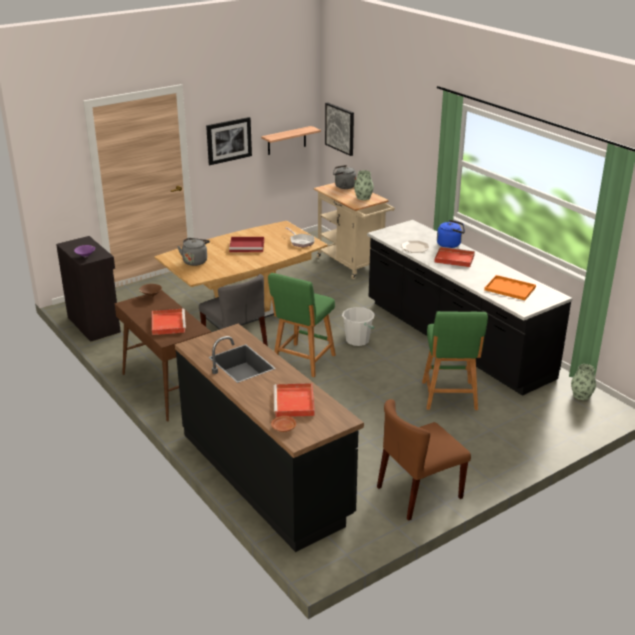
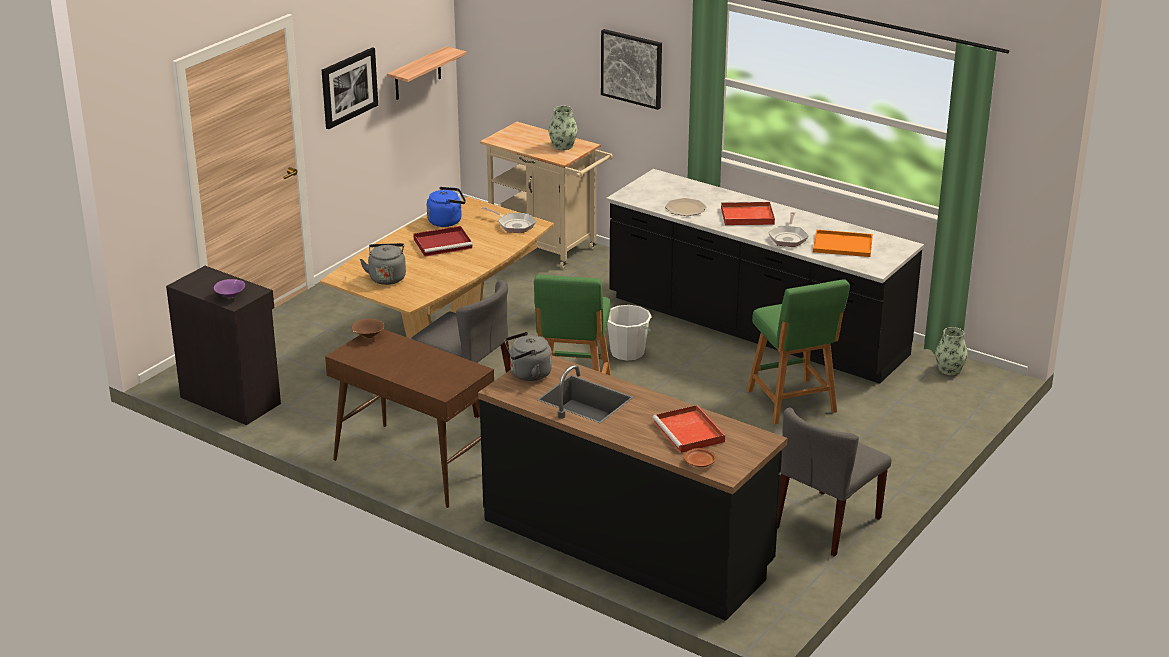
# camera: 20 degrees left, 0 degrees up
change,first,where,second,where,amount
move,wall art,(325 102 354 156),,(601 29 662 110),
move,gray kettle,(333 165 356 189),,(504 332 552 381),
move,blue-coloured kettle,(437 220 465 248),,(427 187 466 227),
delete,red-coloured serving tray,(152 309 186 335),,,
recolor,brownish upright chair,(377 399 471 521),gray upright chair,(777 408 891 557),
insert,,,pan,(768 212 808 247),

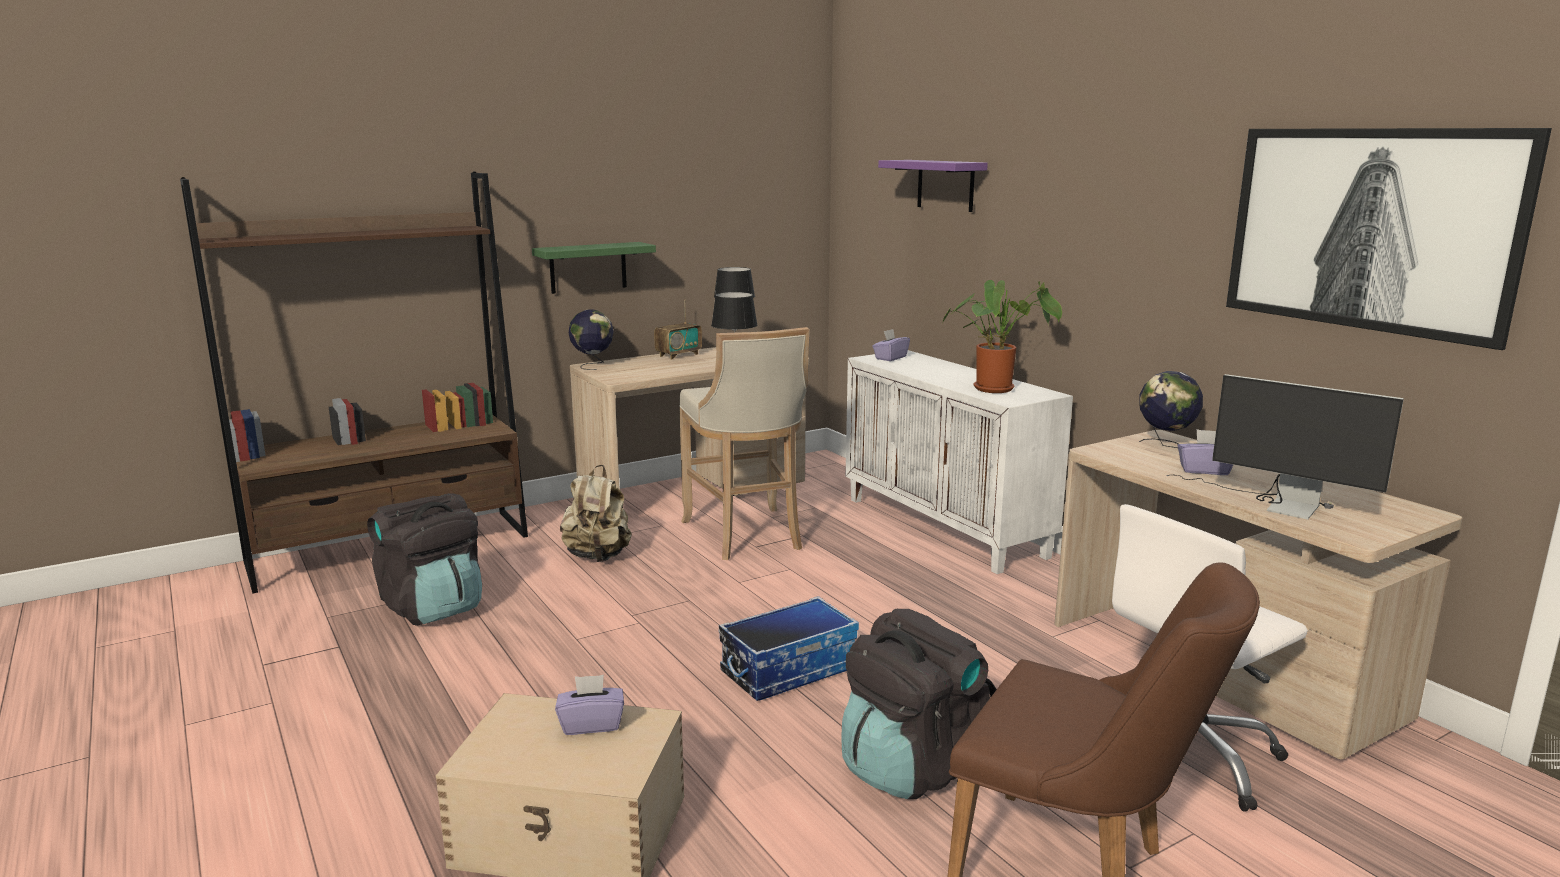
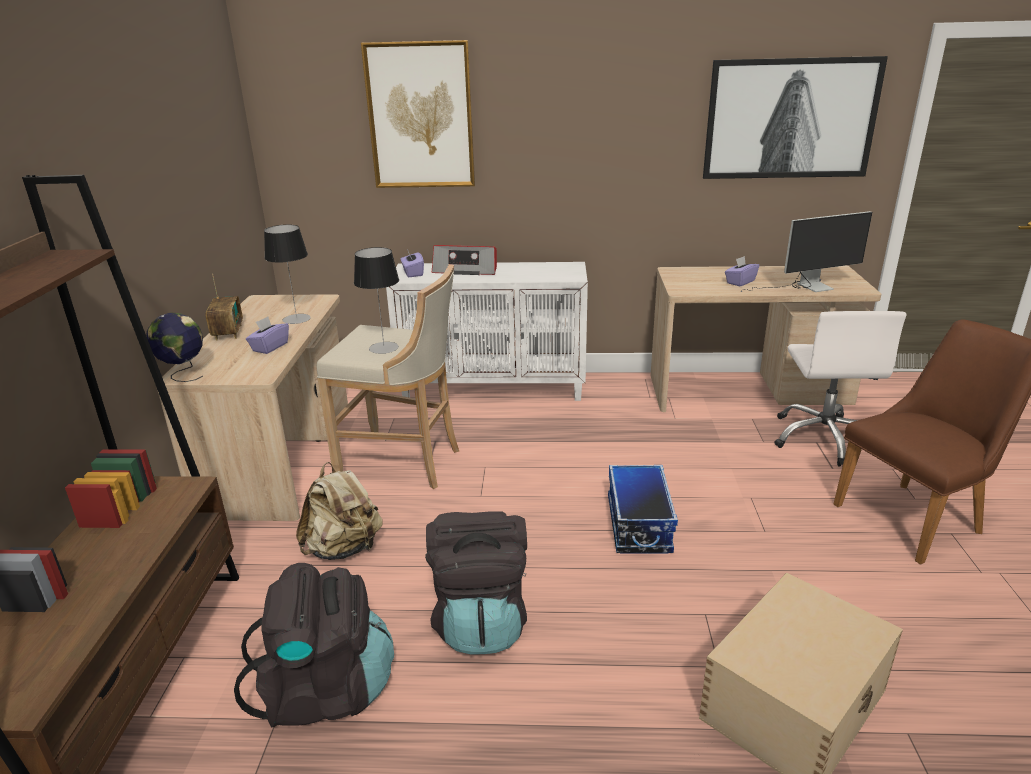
# camera: 55 degrees left, 10 degrees up
change,first,where,second,where,amount
replace,purplish wall shelf,(878 160 988 212),wall art,(361 40 475 188),
delete,greenish wall shelf,(532 242 656 294),,,
delete,plant in a pot,(943 280 1062 393),,,
delete,globe,(1139 371 1203 448),,,
move,black-coloured backpack,(841 609 997 799),,(425 512 527 655),
move,purplish box of tissues,(555 675 624 735),,(246 316 289 354),
insert,,,radio receiver,(432 245 497 275),

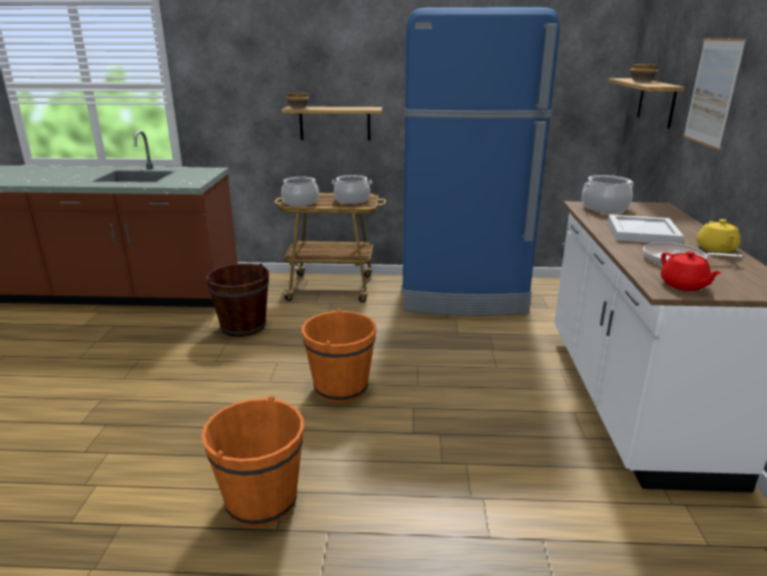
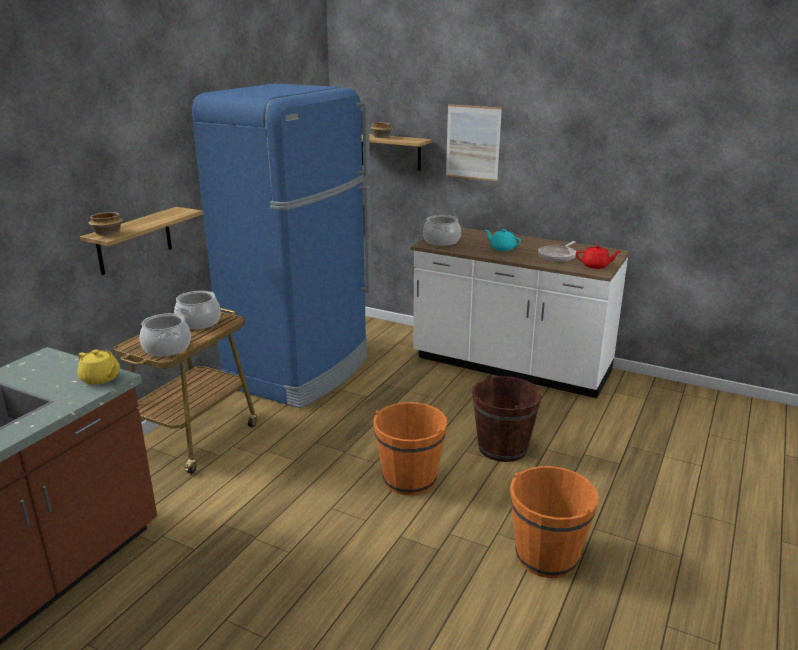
# camera: 65 degrees left, 0 degrees up
change,first,where,second,where,amount
replace,white-coloured serving tray,(608 215 684 244),turquoise tea pot,(485 229 521 251),
move,yellowish tea pot,(696 219 740 253),,(77 349 120 385),
move,brownish bucket,(206 263 269 337),,(472 375 541 462),

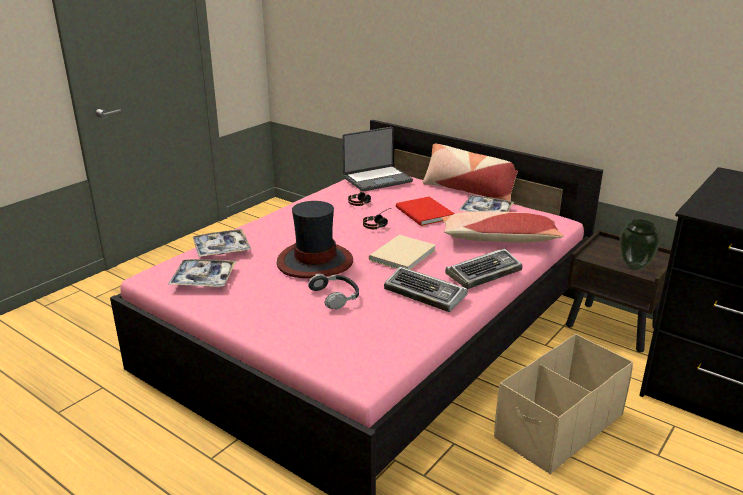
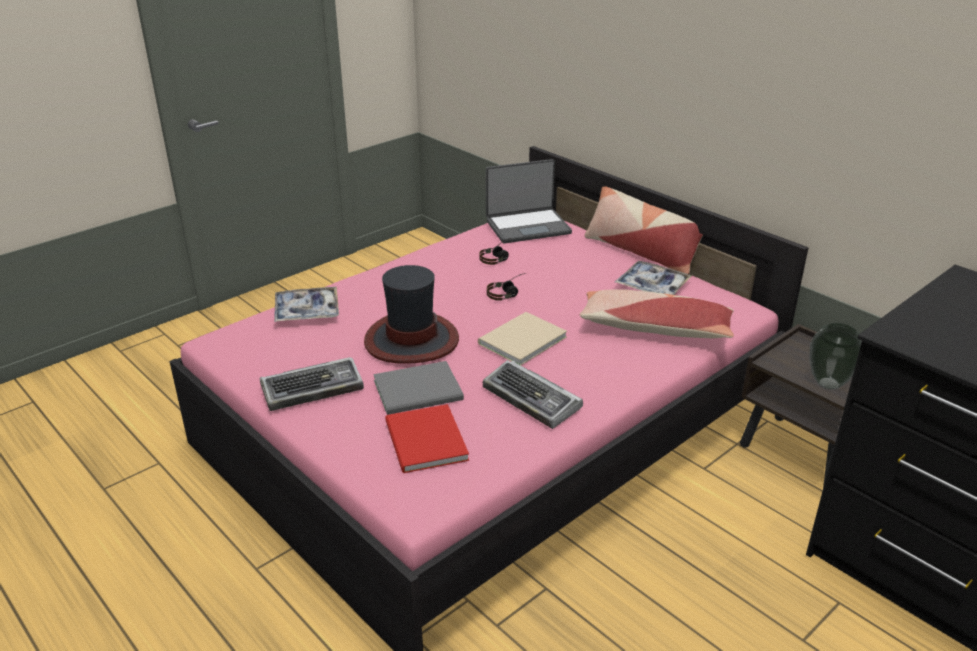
# camera: 10 degrees right, 5 degrees up
change,first,where,second,where,amount
move,red-coloured volume,(396 197 455 226),,(385 404 469 473),
move,keyboard,(445 249 523 289),,(260 357 364 411),
delete,serving tray,(168 259 236 287),,,
replace,headphones,(308 274 359 310),gray volume,(373 361 464 415),
delete,beige-coloured storage bin,(494 334 633 474),,,

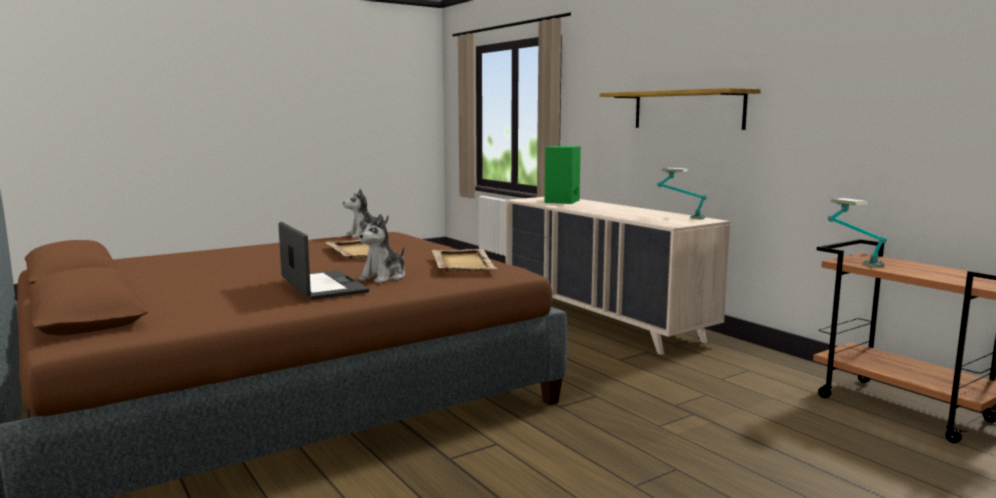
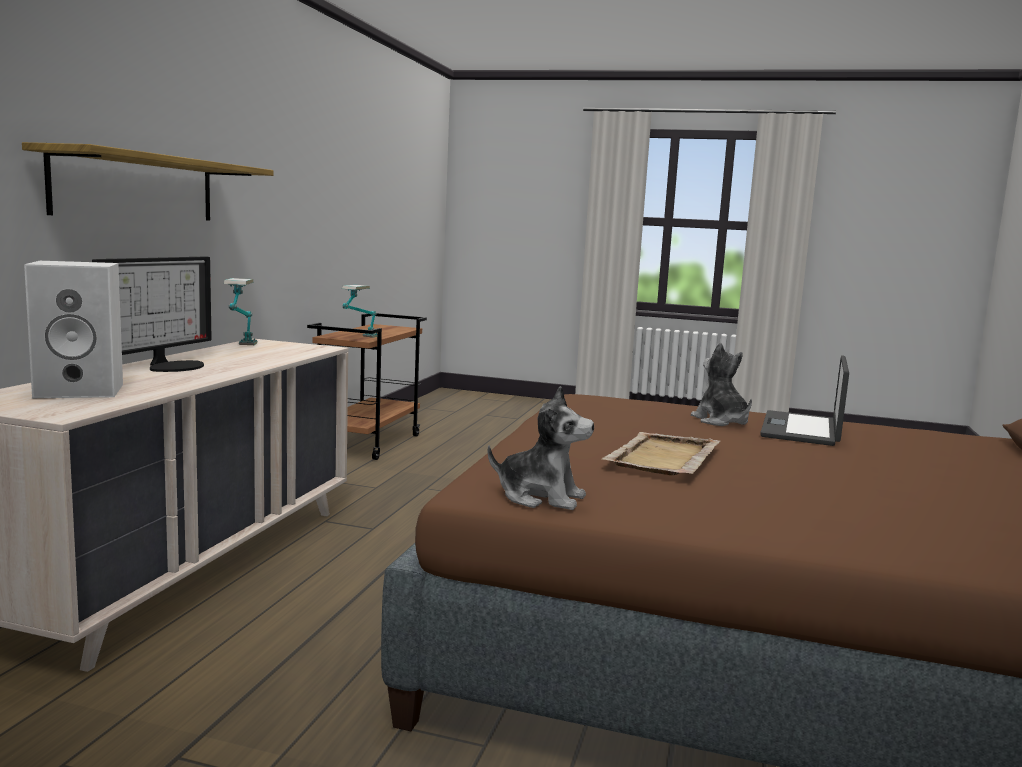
# camera: 130 degrees left, 0 degrees up
change,first,where,second,where,amount
recolor,greenish speaker,(545 146 581 204),white-coloured speaker,(24 261 123 398),
rotate,cuddly toy,(358 214 405 283),,(691 343 752 426),105 degrees counterclockwise
delete,beige-coloured serving tray,(432 249 497 272),,,
insert,,,computer screen,(92 256 212 372),

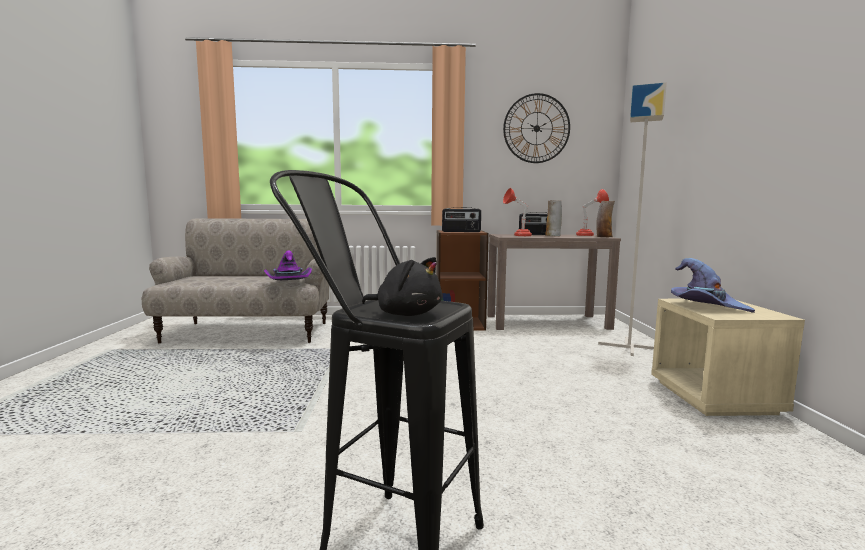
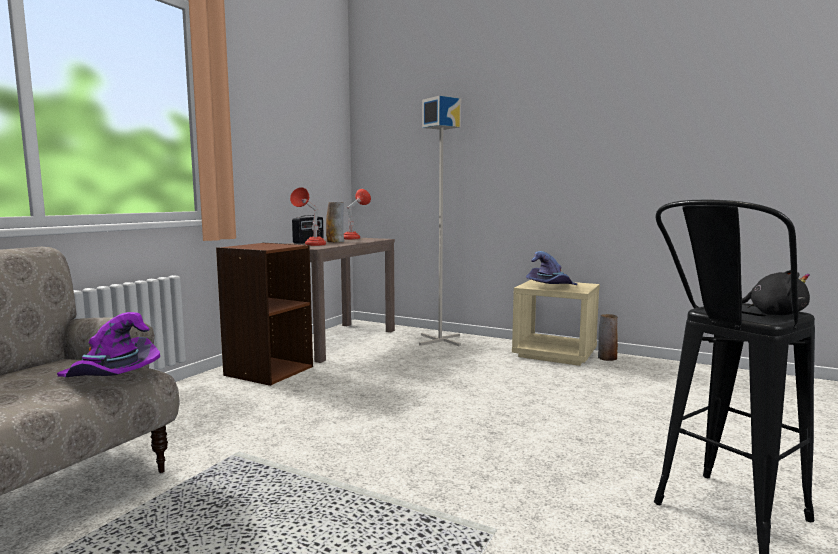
# camera: 60 degrees left, 0 degrees up
change,first,where,second,where,amount
delete,clock on the wall,(503 93 570 163),,,
move,decorative vase,(596 201 615 237),,(598 314 618 361),
delete,radio receiver,(442 207 481 232),,,
rotate,black-coloured cuddly toy,(362 257 442 316),,(742 270 810 315),60 degrees clockwise

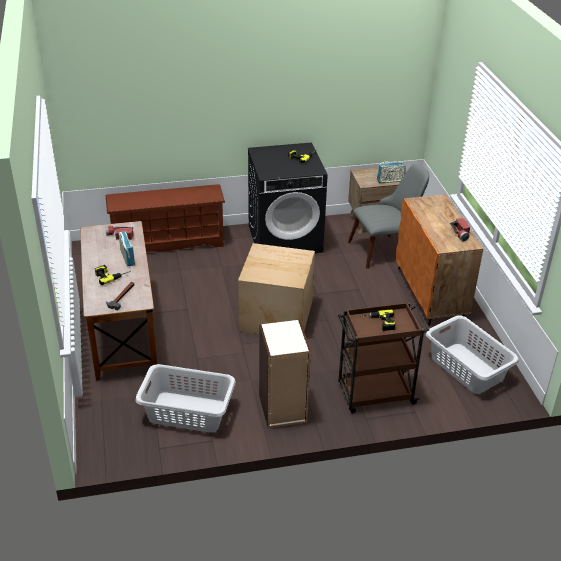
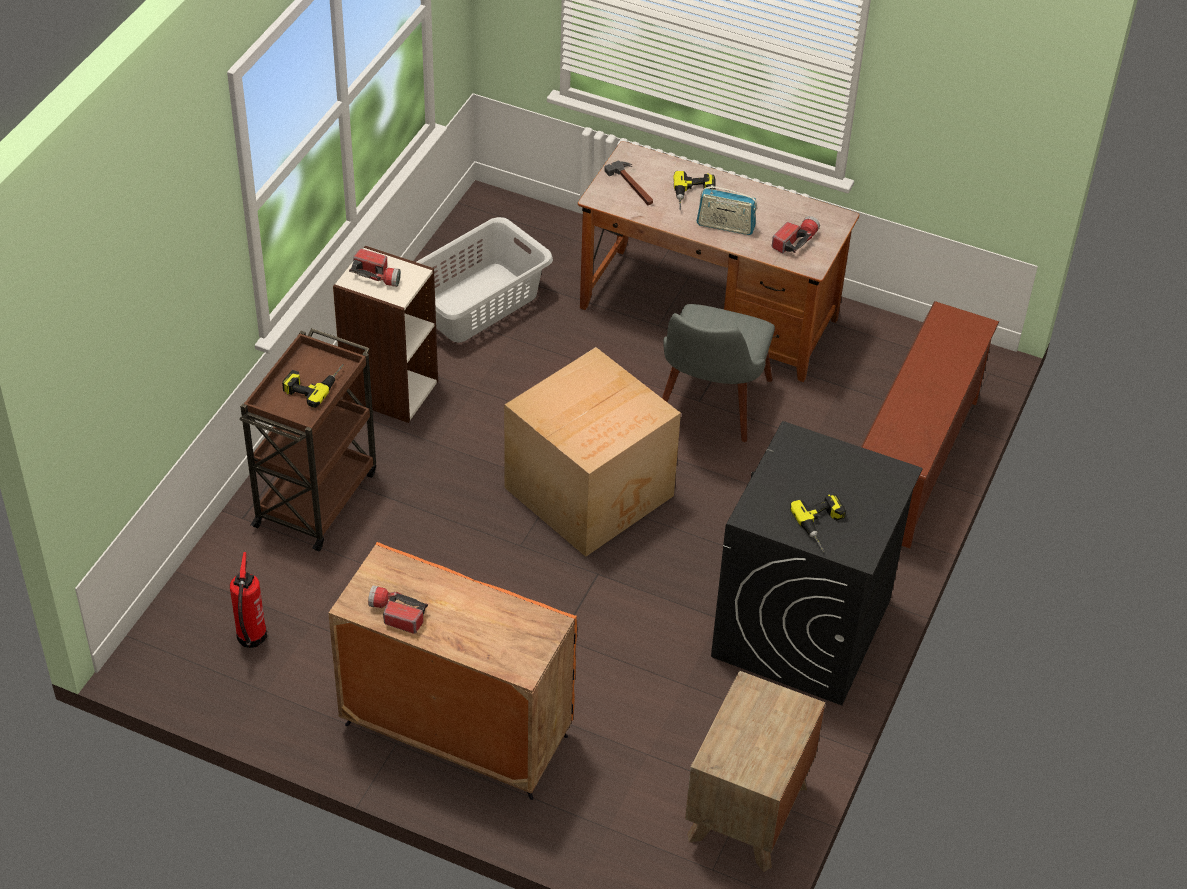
# camera: 125 degrees right, 10 degrees up
change,first,where,second,where,amount
delete,radio receiver,(377 161 406 183),,,
move,gray upright chair,(348 164 429 269),,(662 304 775 442),
replace,gray washing basket,(426 315 519 394),extinguisher,(230 552 267 648),
insert,,,torch,(349 249 401 287),

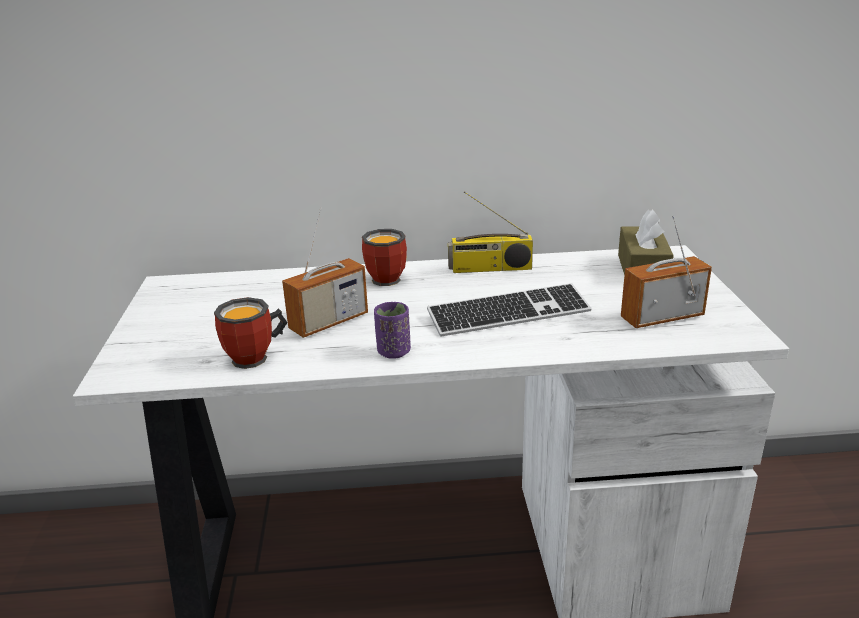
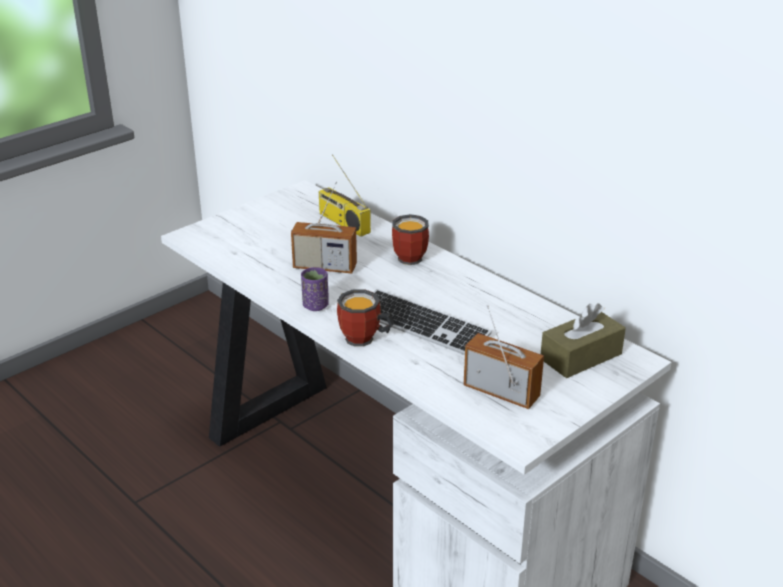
# camera: 50 degrees right, 5 degrees up
change,first,where,second,where,amount
move,radio receiver,(448 191 533 273),,(319 154 371 237),
move,coffee mug,(214 297 288 369),,(337 289 394 347),

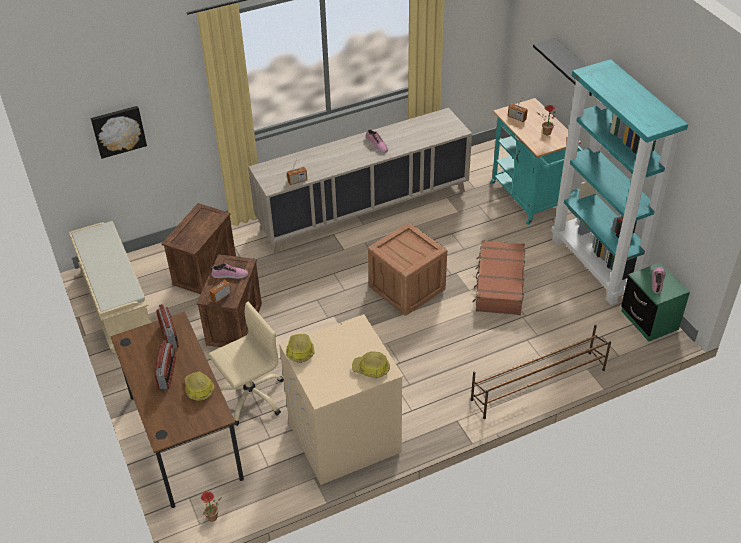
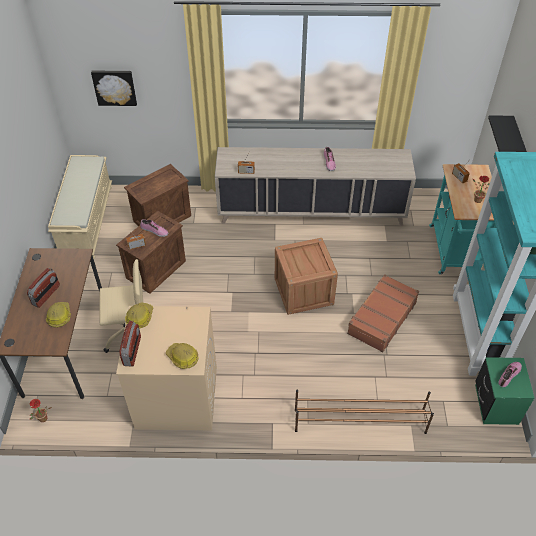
# camera: 25 degrees right, 5 degrees up
change,first,where,second,where,amount
move,radio receiver,(156 304 179 349),,(119 321 141 367),

